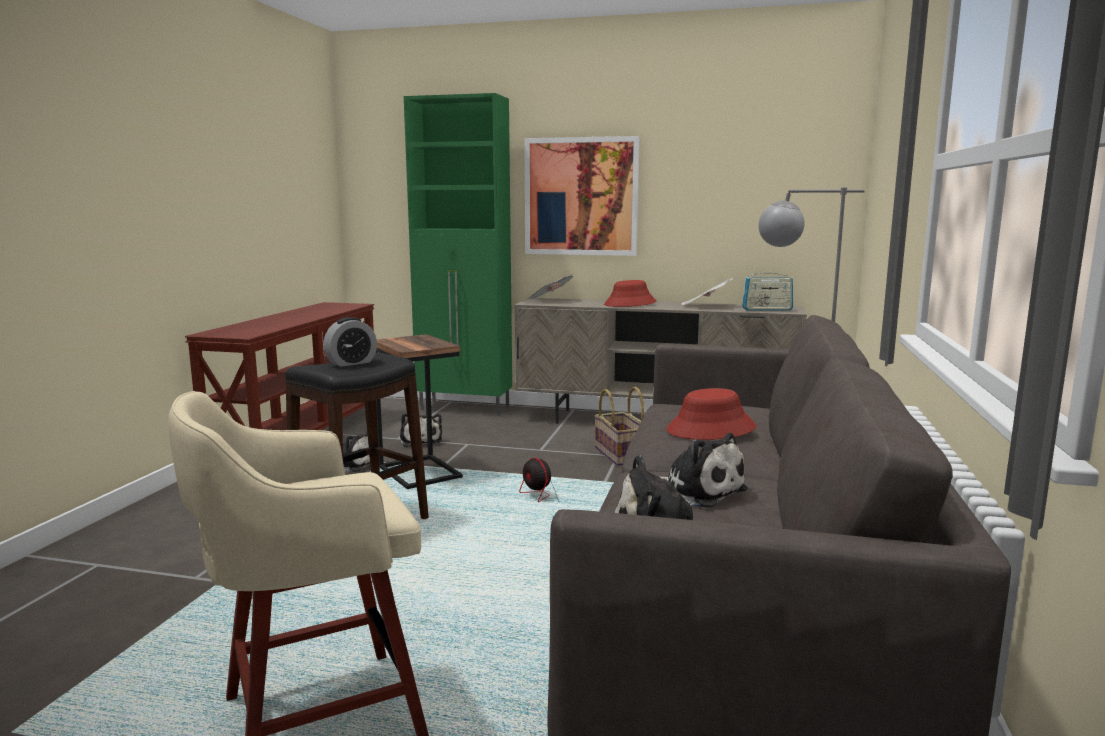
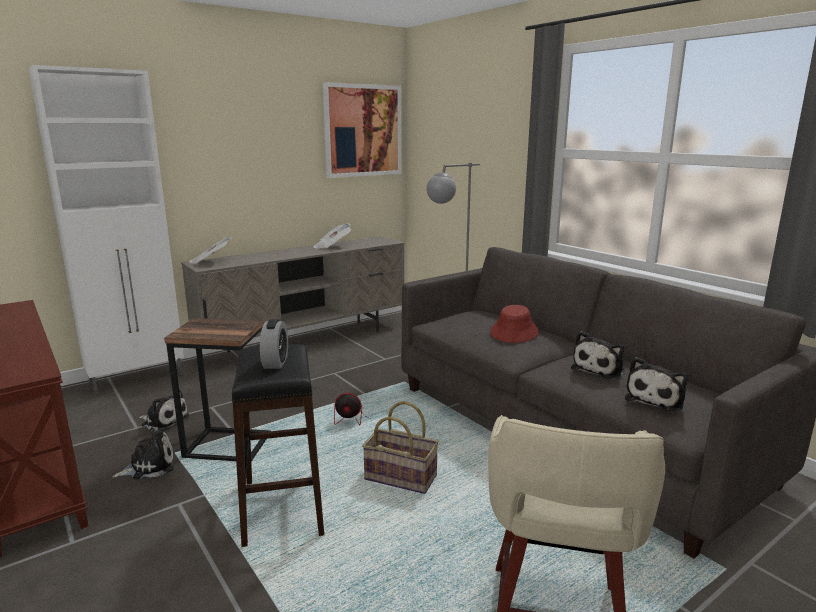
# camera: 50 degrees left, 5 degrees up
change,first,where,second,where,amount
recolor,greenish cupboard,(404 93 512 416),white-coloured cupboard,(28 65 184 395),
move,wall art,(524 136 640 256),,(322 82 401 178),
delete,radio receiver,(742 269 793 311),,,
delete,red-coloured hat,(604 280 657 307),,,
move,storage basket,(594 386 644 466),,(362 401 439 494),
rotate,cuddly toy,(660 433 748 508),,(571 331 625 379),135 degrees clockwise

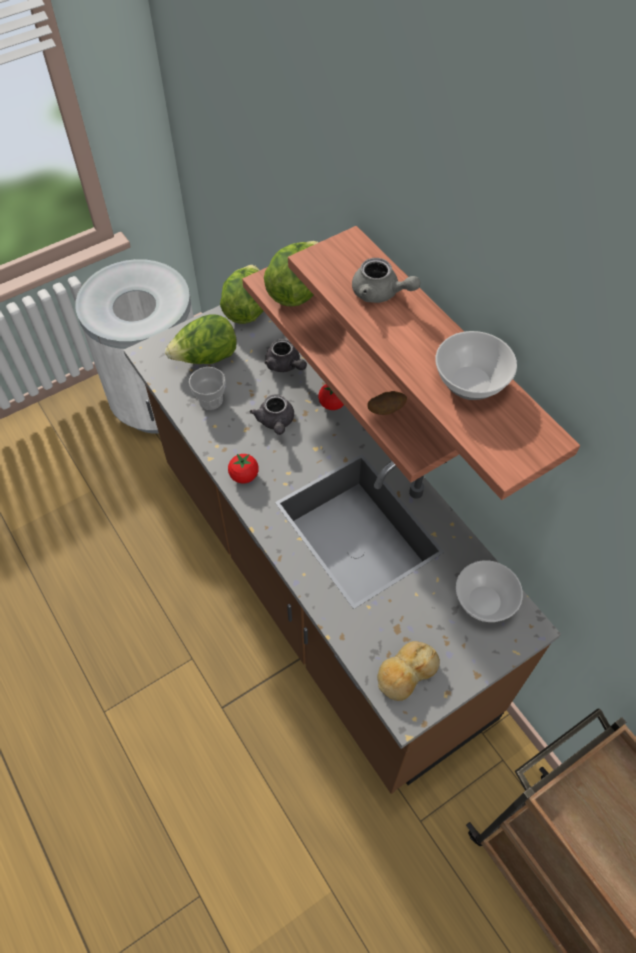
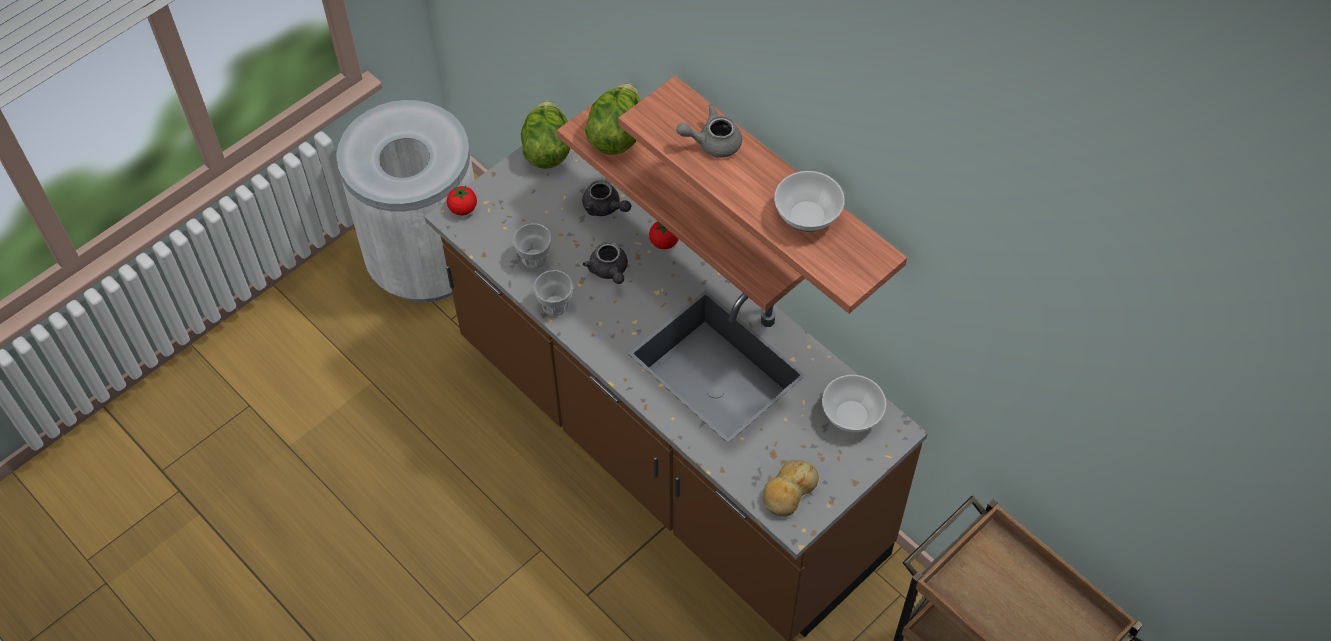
# camera: 10 degrees left, 0 degrees up
change,first,where,second,where,amount
rotate,gray tea pot,(352 258 421 303),,(676 104 742 158),150 degrees clockwise
delete,head of lettuce,(165 314 237 364),,,
delete,whole potato,(367 391 407 415),,,
move,fresh tomato,(228 454 259 484),,(447 186 477 215),
insert,,,drinking cup,(534 270 573 316),

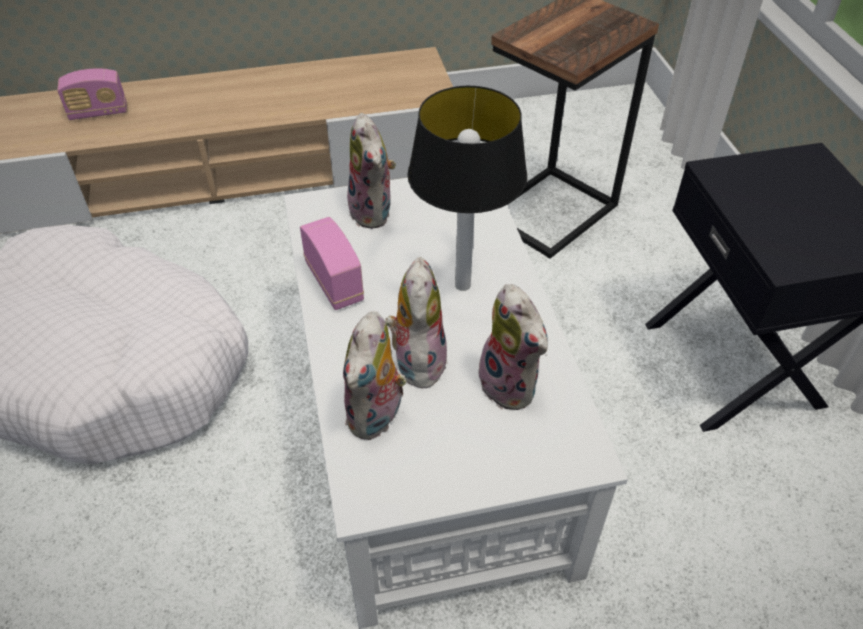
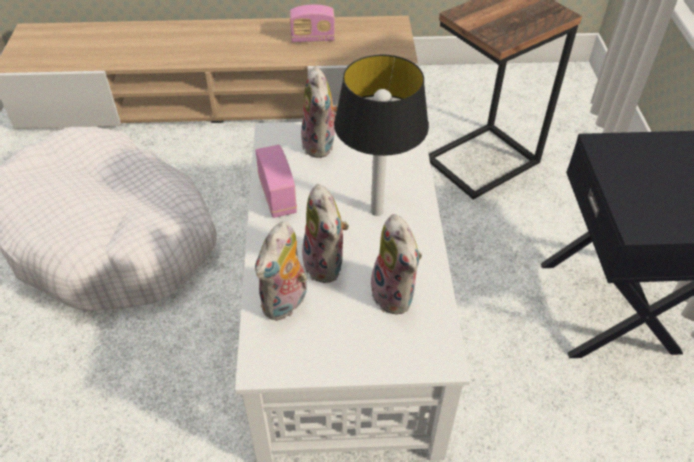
# camera: 10 degrees right, 0 degrees up
change,first,where,second,where,amount
move,radio receiver,(57 68 127 120),,(290 5 335 42),
rotate,cuddly toy,(386 257 447 388),,(302 184 349 283),150 degrees clockwise

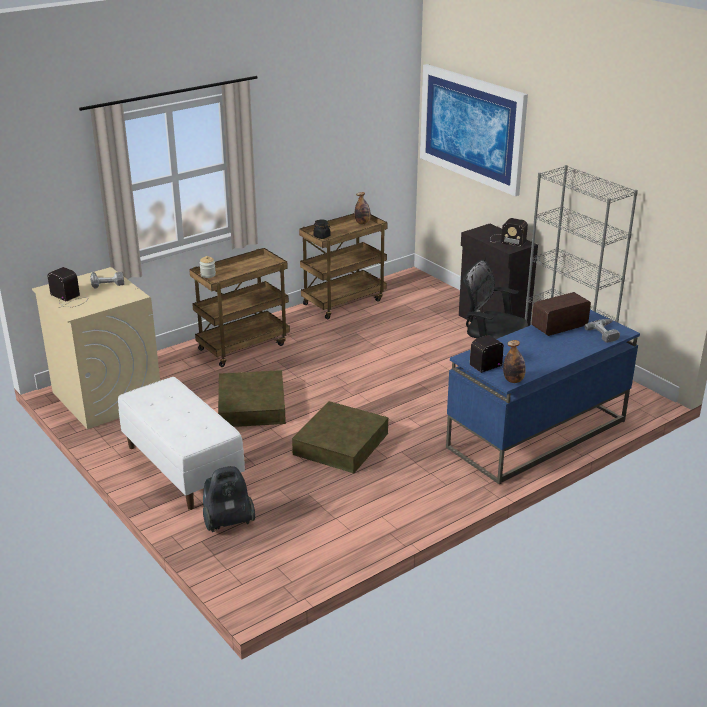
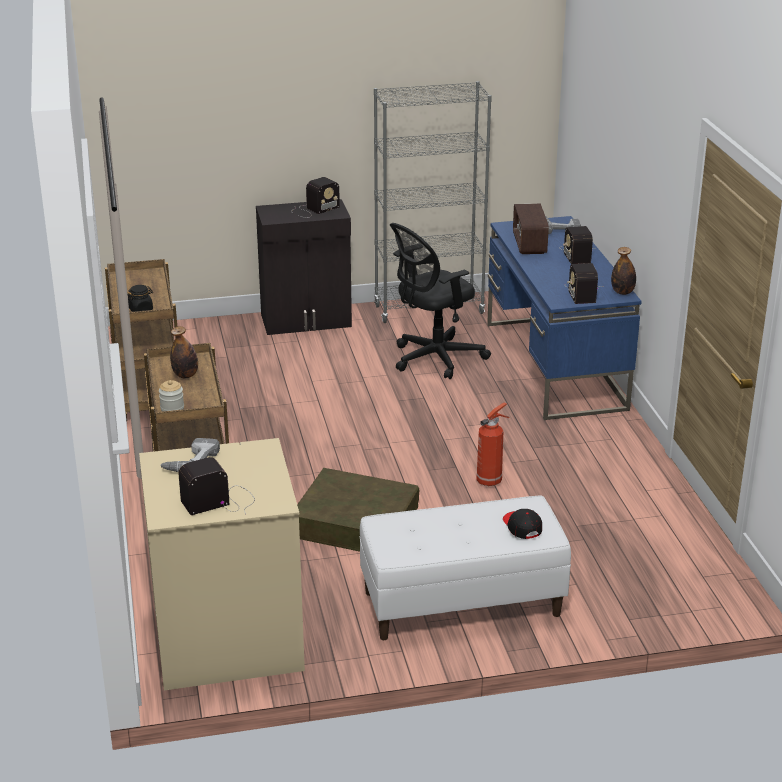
# camera: 65 degrees left, 0 degrees up
change,first,where,second,where,amount
delete,wall art,(420 64 528 196),,,
move,drink bottle,(355 192 371 224),,(170 326 198 378),
replace,brownish storage bin,(292 401 388 473),extinguisher,(476 403 510 486),
delete,vacuum cleaner,(203 466 255 532),,,
insert,,,radio receiver,(559 226 597 264),
insert,,,black-coloured peaked cap,(503 509 542 539),

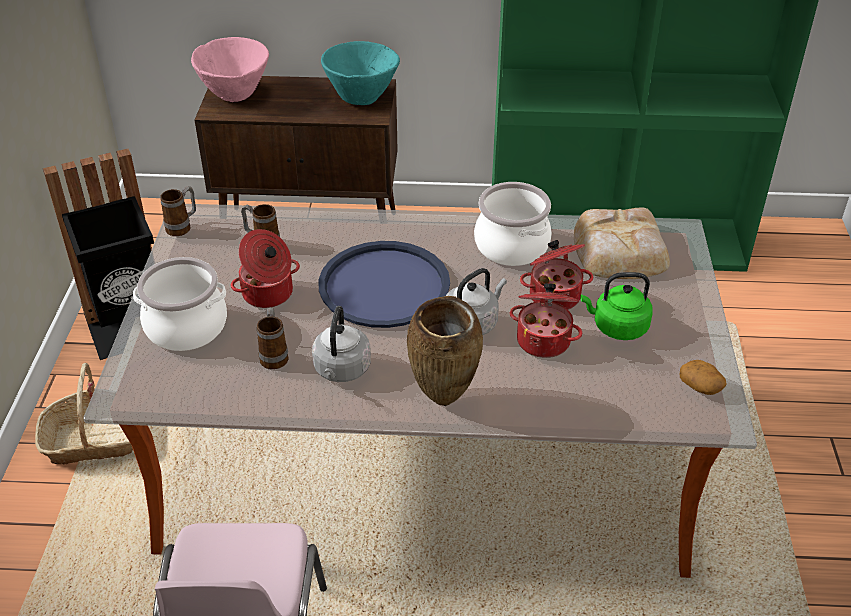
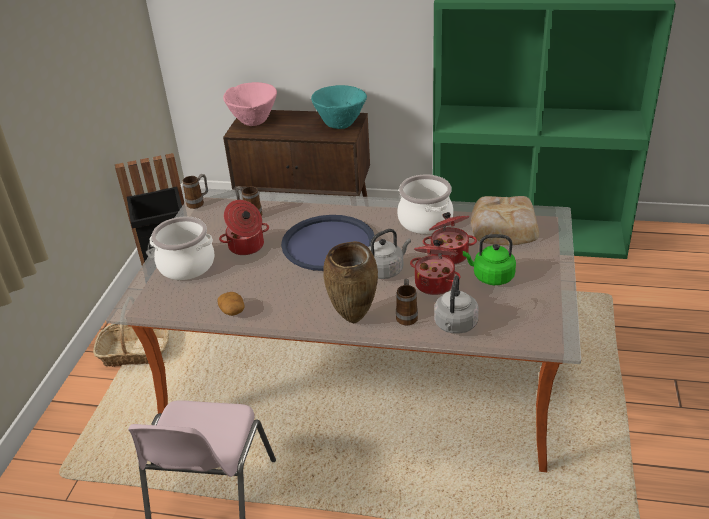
# camera: 10 degrees right, 5 degrees down
change,first,where,second,where,amount
move,gray kettle,(312 306 371 382),,(434 275 479 334),
move,coffee mug,(257 307 289 369),,(396 279 418 326),
move,whole potato,(680 360 727 395),,(217 292 245 316),

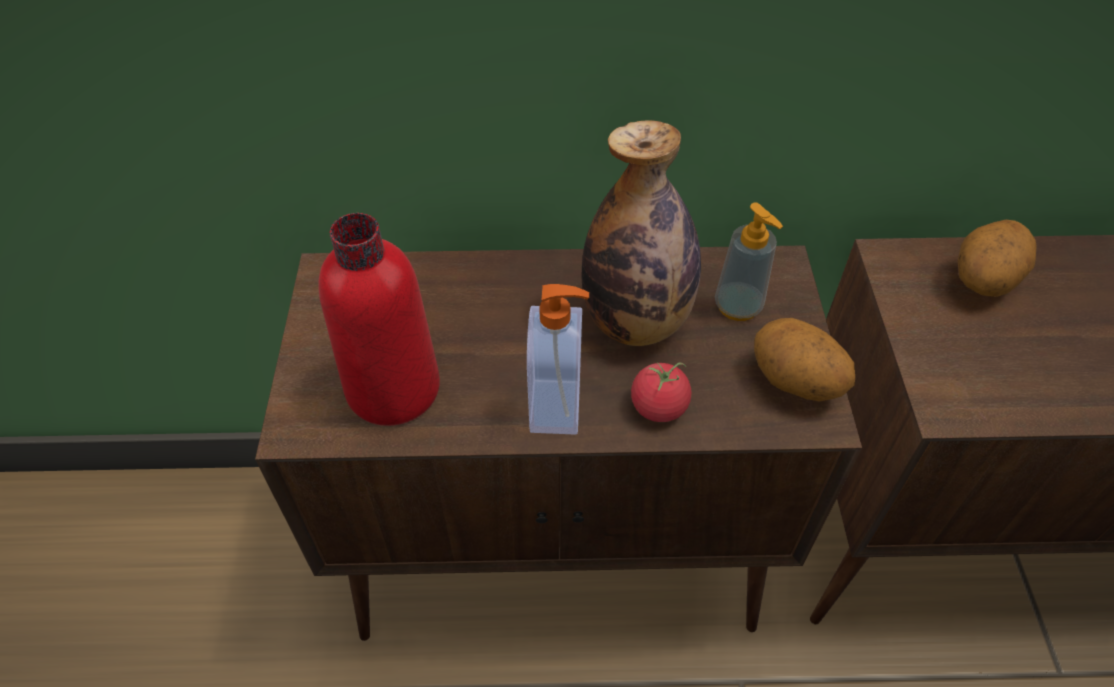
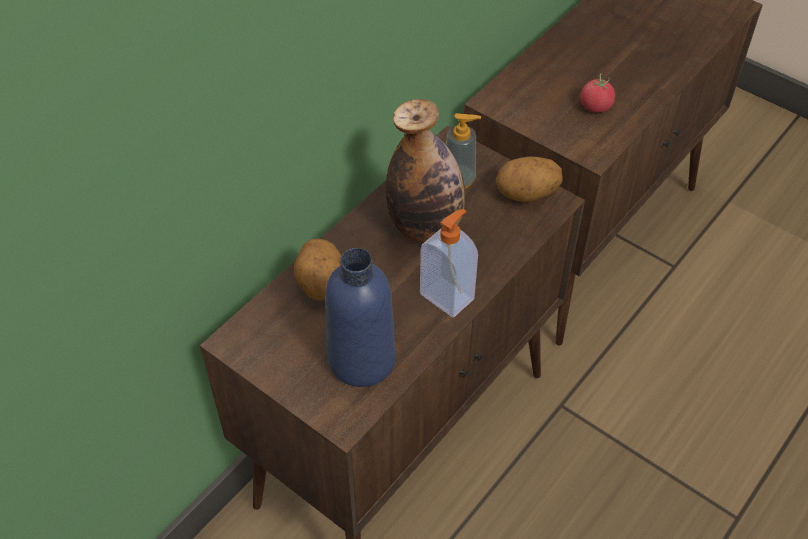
# camera: 50 degrees left, 0 degrees up
change,first,where,second,where,amount
recolor,red-coloured drink bottle,(319 213 440 426),blue-coloured drink bottle,(325 248 396 387),
move,whole potato,(958 220 1037 297),,(294 238 342 301),
move,fresh tomato,(631 363 692 422),,(581 74 615 113),

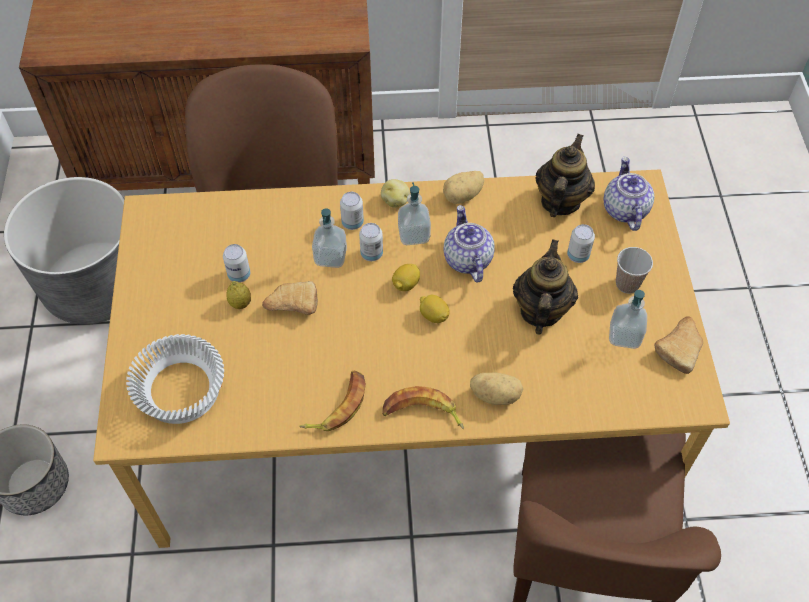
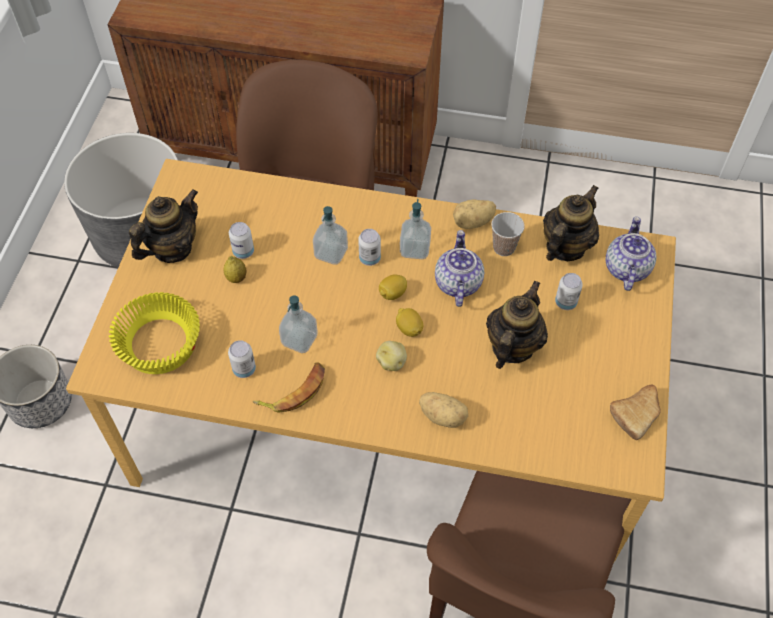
# camera: 15 degrees right, 0 degrees up
change,first,where,second,where,amount
move,whole potato,(381 179 410 208),,(376 341 407 371),
move,can,(340 192 364 230),,(228 340 256 378),
move,drinking cup,(616 247 653 294),,(491 212 525 256),
delete,baked bread,(262 281 318 315),,,
move,soap bottle,(609 290 647 349),,(279 295 318 353),
recolor,white-coloured bowl,(126 334 224 424),yellowish bowl,(109 292 200 374),
delete,banana fruit,(382 386 464 430),,,
insert,,,tea pot,(129 189 198 263),

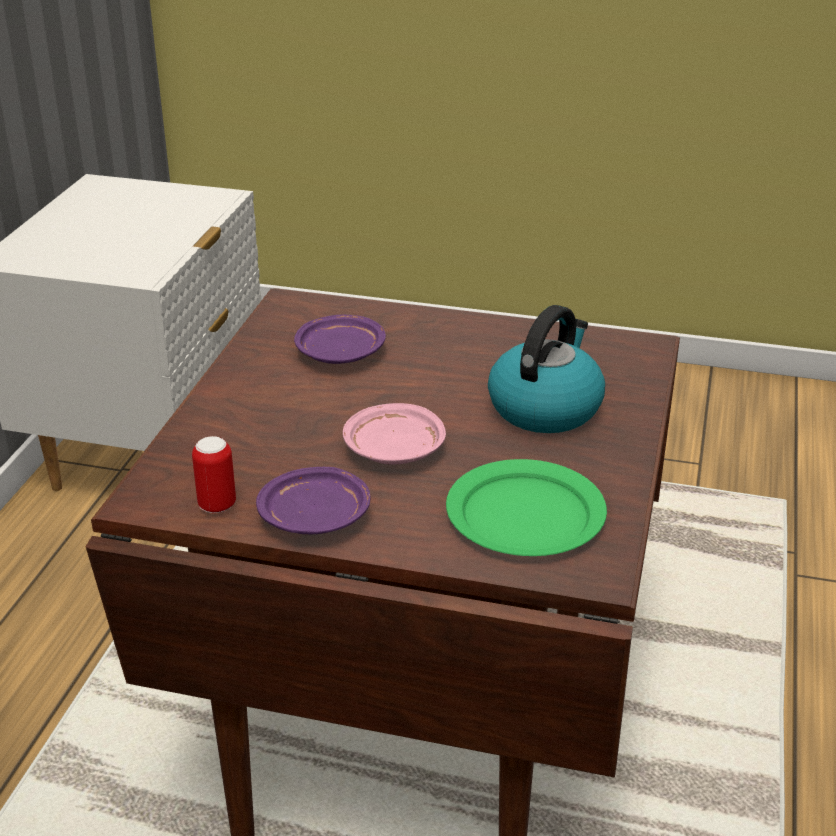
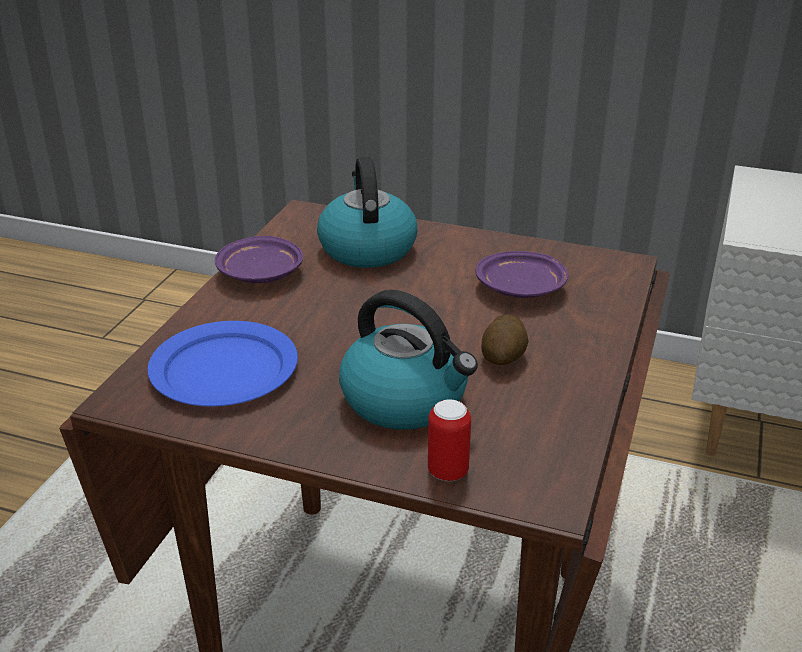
# camera: 95 degrees right, 0 degrees up
change,first,where,second,where,amount
delete,pink dinner plate,(343 403 446 465),,,
move,can,(192 436 236 513),,(428 399 471 481),
recolor,greenish dinner plate,(446 459 607 556),blue-coloured dinner plate,(147 321 298 407),
insert,,,kettle,(317 157 417 268),
insert,,,whole potato,(481 314 529 365),

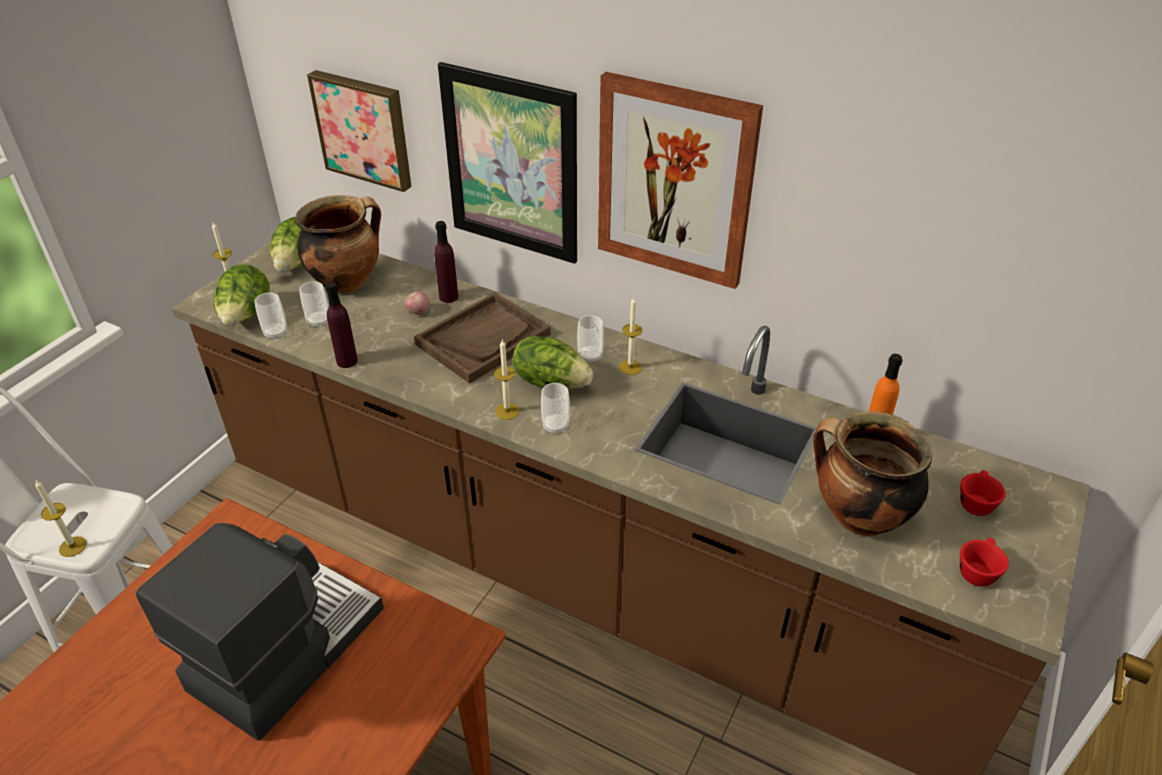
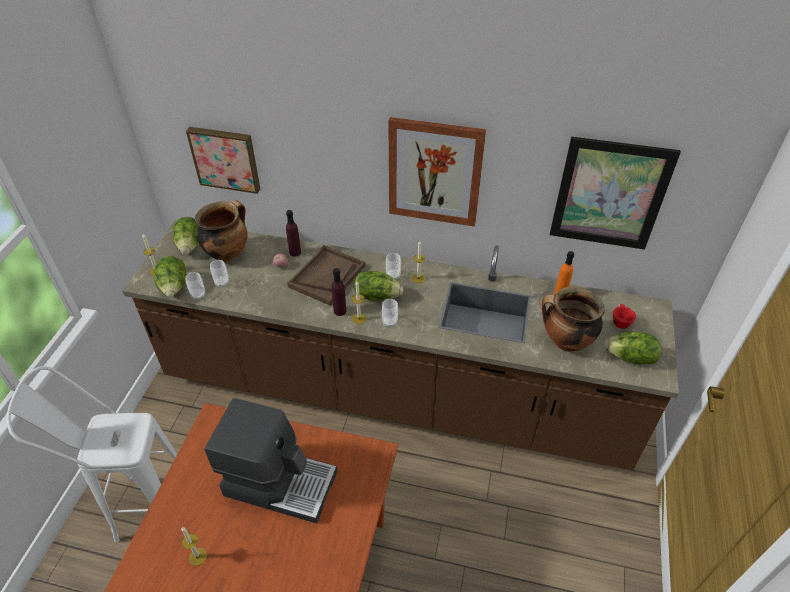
# camera: 15 degrees left, 5 degrees up
change,first,where,second,where,amount
move,wall art,(438 62 577 264),,(550 137 681 250),
move,purplish drink bottle,(325 282 358 368),,(331 268 346 316),
move,wax light,(35 480 87 557),,(181 527 207 566),
rotate,coffee maker,(136 523 384 741),,(204 398 338 523),90 degrees clockwise
replace,red-coloured drinking cup,(960 538 1009 587),head of lettuce,(604 332 662 364),

